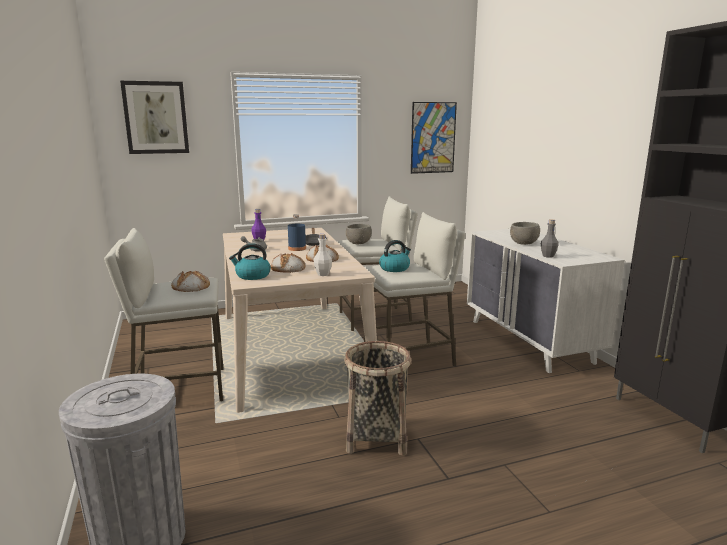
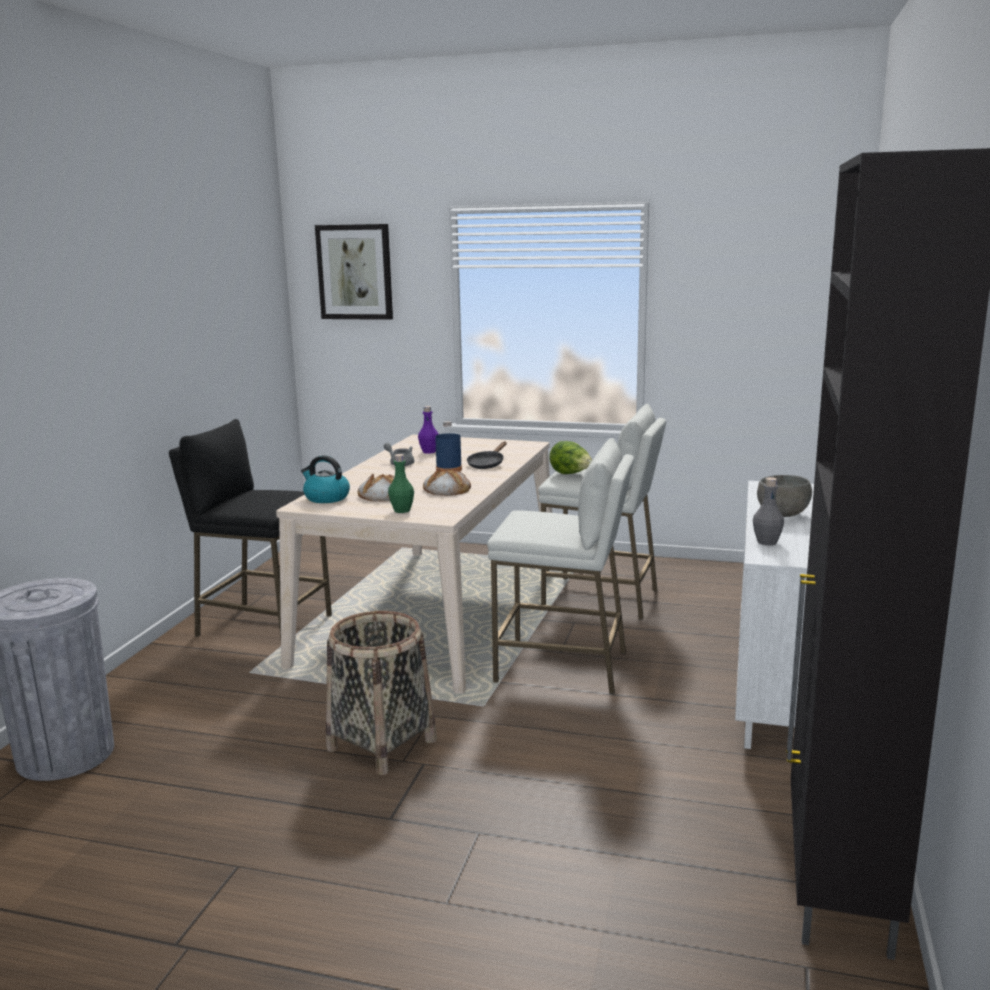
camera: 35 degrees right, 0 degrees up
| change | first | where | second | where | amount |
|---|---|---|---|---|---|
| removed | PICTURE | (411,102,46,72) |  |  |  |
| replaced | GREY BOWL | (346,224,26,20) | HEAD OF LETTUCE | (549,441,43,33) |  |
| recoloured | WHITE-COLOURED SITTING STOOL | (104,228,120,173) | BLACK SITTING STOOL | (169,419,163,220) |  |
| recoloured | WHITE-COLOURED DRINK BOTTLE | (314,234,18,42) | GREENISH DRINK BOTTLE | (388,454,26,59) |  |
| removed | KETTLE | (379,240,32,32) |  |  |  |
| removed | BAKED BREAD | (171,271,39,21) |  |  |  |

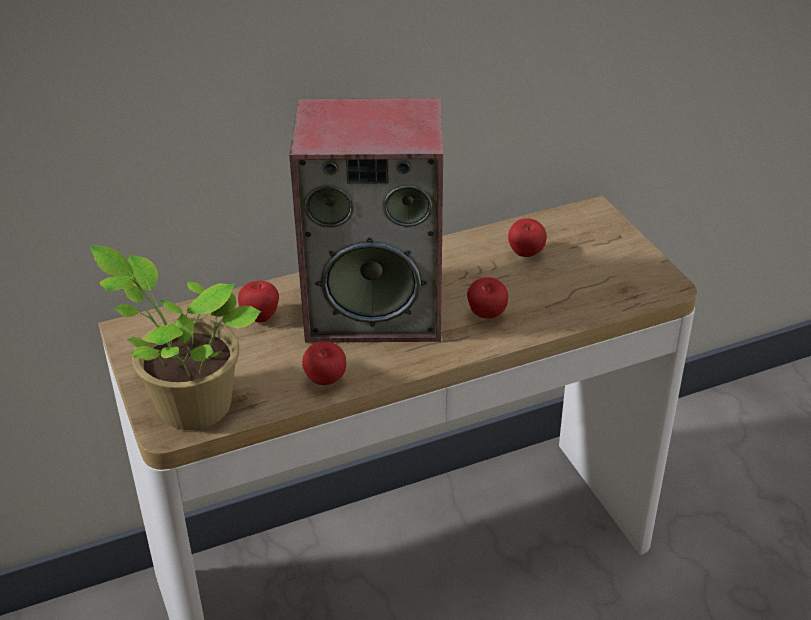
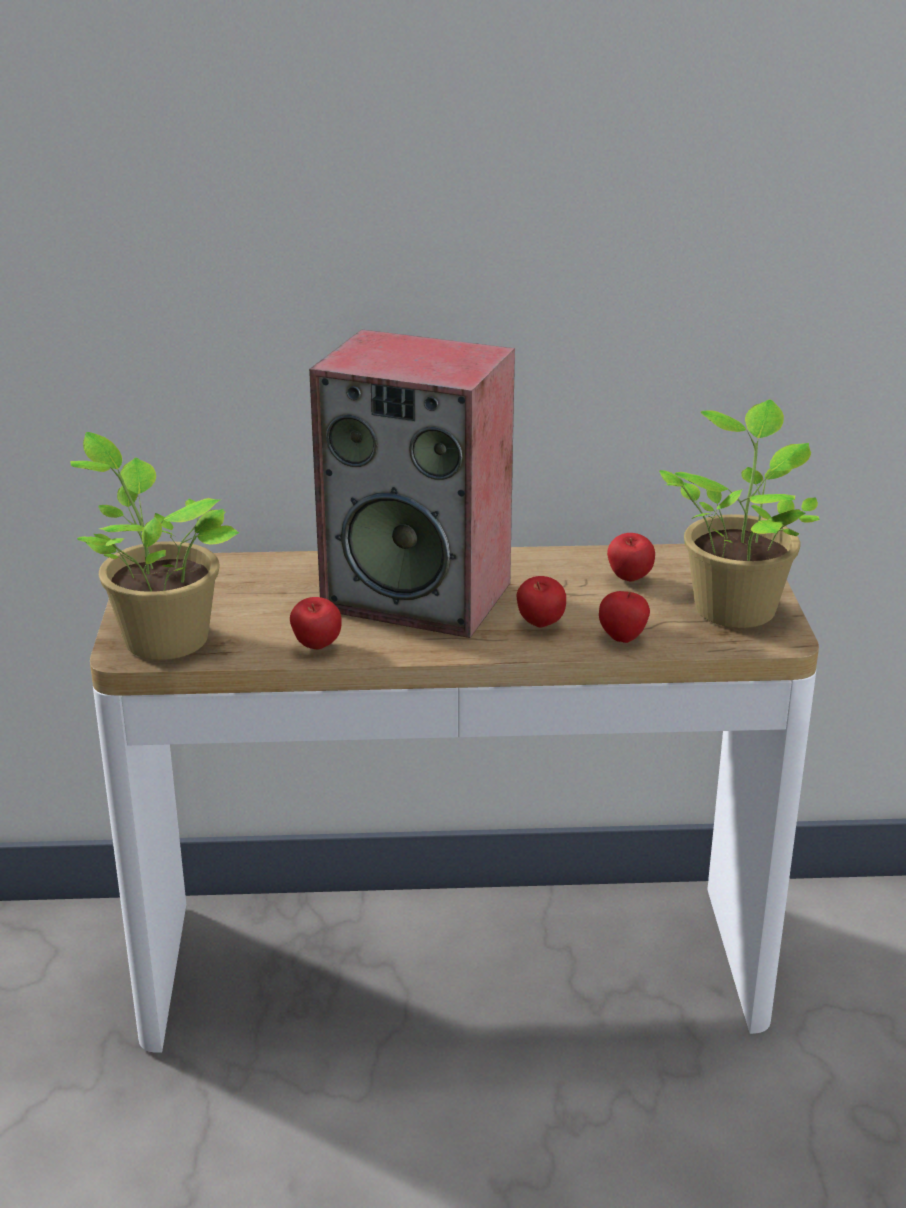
camera: 20 degrees right, 10 degrees down
| change | first | where | second | where | amount |
|---|---|---|---|---|---|
| moved | APPLE FRUIT | (238,281,41,41) |  | (599,591,51,52) |  |
| added |  |  | HOUSEPLANT | (659,399,161,229) |  |

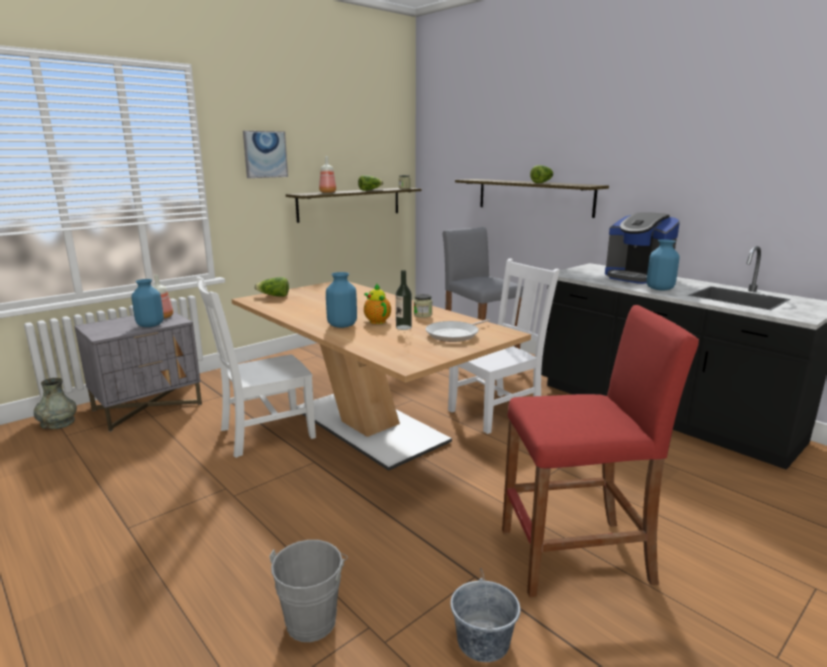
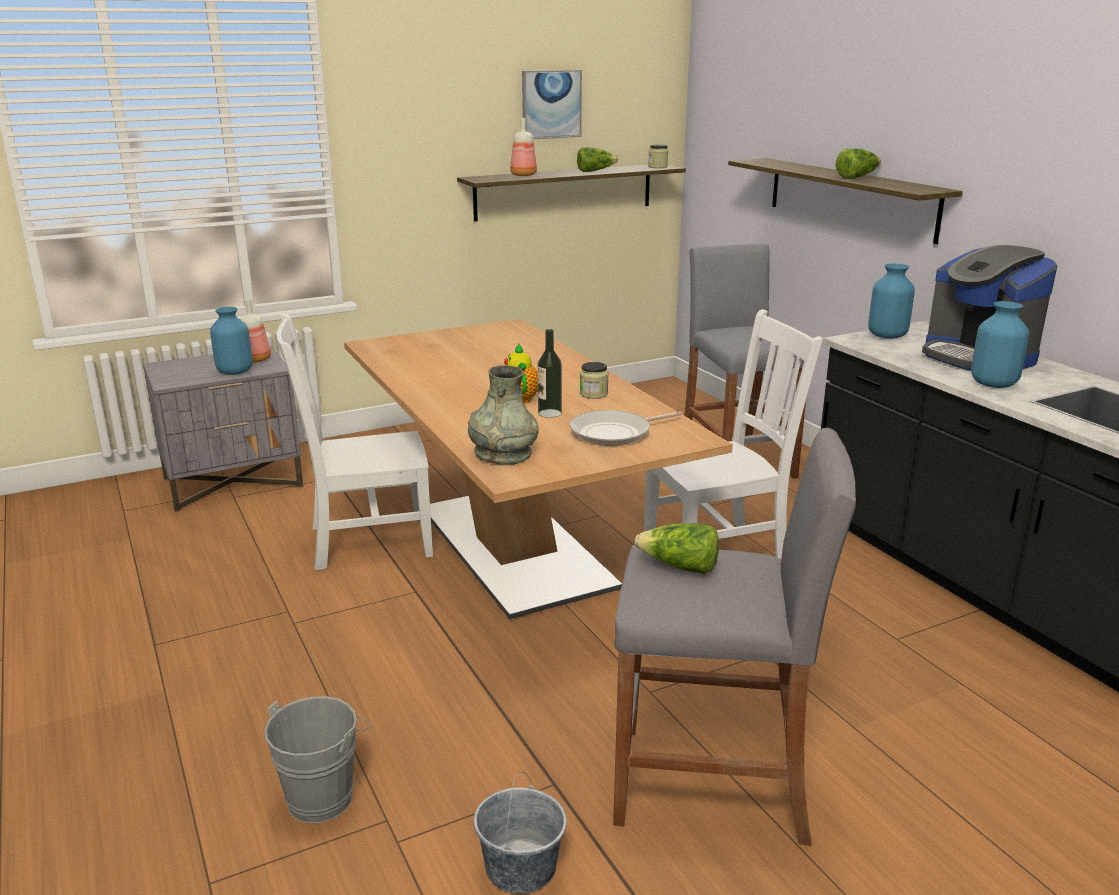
camera: 15 degrees right, 5 degrees up
| change | first | where | second | where | amount |
|---|---|---|---|---|---|
| moved | PICTURE | (243,131,45,47) |  | (522,70,60,69) |  |
| moved | BLUE-COLOURED DECORATIVE VASE | (326,272,31,56) |  | (868,263,47,76) |  |
| moved | HEAD OF LETTUCE | (254,277,35,20) |  | (634,523,85,51) |  |
| recoloured | RED-COLOURED SITTING STOOL | (502,305,197,292) | GREY SITTING STOOL | (613,428,243,418) |  |
| moved | GREY DECORATIVE VASE | (34,378,43,52) |  | (468,365,71,100) |  |

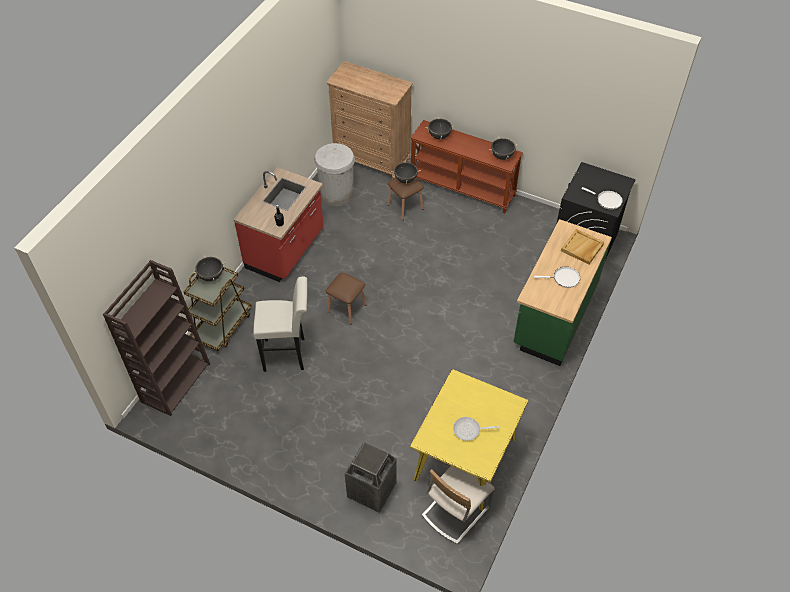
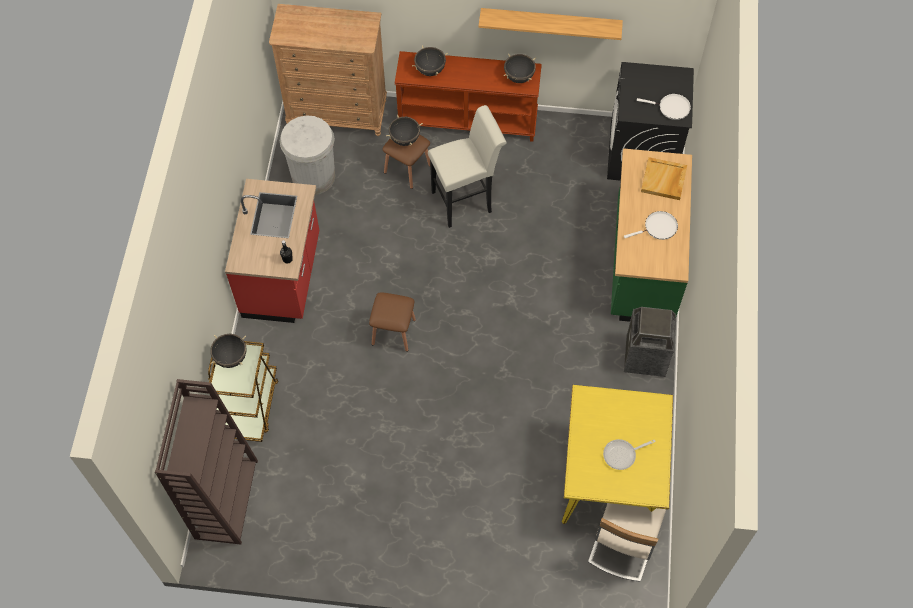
camera: 20 degrees left, 10 degrees up
| change | first | where | second | where | amount |
|---|---|---|---|---|---|
| moved | WHITE-COLOURED SITTING STOOL | (253,277,54,95) |  | (428,105,79,123) |  |
| moved | RUBBISH BIN | (345,442,52,71) |  | (624,307,52,70) |  |
| added |  |  | SHELF | (479,8,144,32) |  |

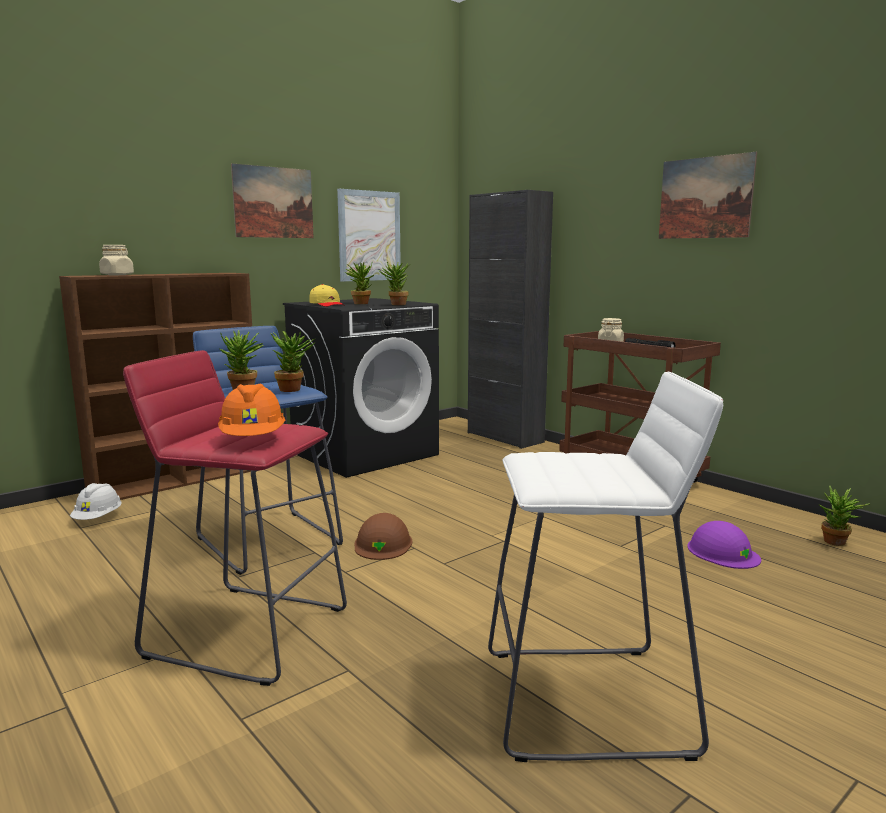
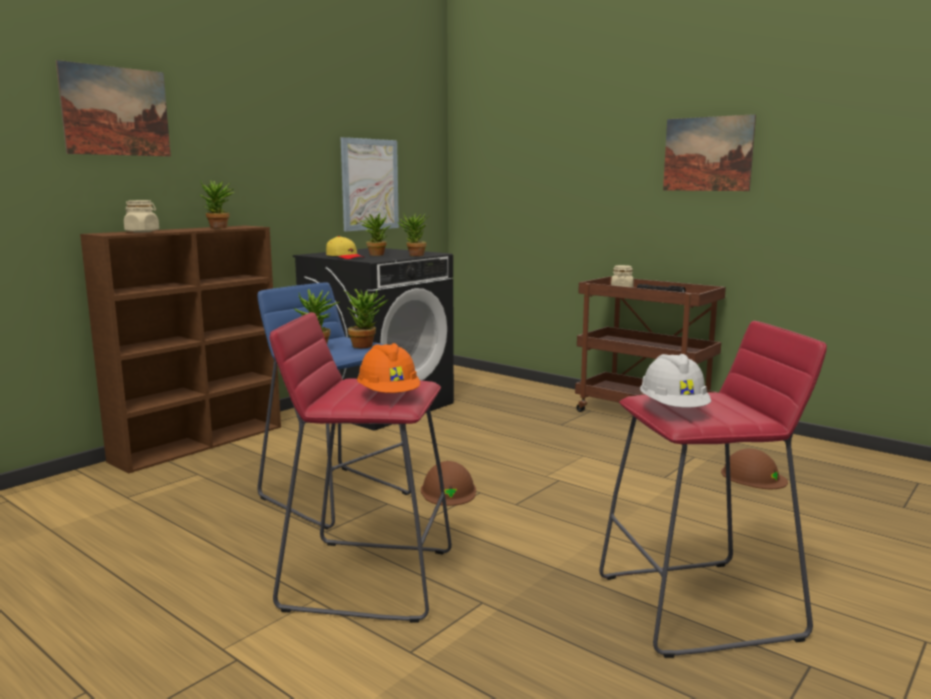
camera: 10 degrees left, 0 degrees up
| change | first | where | second | where | amount |
|---|---|---|---|---|---|
| moved | PICTURE | (231,163,83,75) |  | (56,60,115,96) |  |
| removed | BLACK STORAGE CABINET | (468,190,85,259) |  |  |  |
| recoloured | WHITE-COLOURED SITTING STOOL | (488,372,235,390) | RED-COLOURED SITTING STOOL | (599,321,228,337) |  |
| moved | WHITE-COLOURED HARD HAT | (70,483,52,37) |  | (640,354,71,53) |  |
| moved | HOUSEPLANT | (818,485,52,61) |  | (199,180,35,48) |  |
| recoloured | PURPLISH HARD HAT | (687,521,74,48) | BROWN-COLOURED HARD HAT | (721,449,67,40) |  |

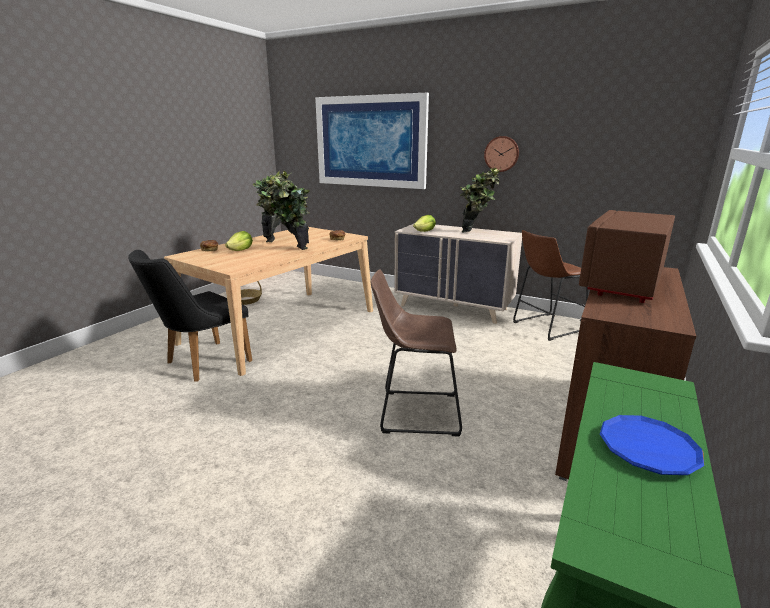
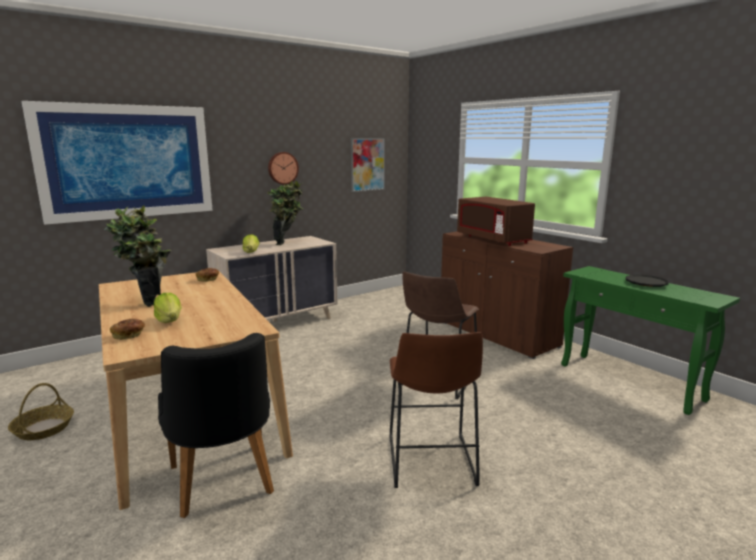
camera: 65 degrees left, 5 degrees down
| change | first | where | second | where | amount |
|---|---|---|---|---|---|
| removed | HOUSEPLANT | (264,176,46,74) |  |  |  |
| moved | BROWN-COLOURED SITTING STOOL | (513,230,75,111) |  | (390,332,93,156) |  |
| recoloured | BLUE-COLOURED DINNER PLATE | (600,415,104,60) | BLACK DINNER PLATE | (626,275,43,12) |  |
| added |  |  | PICTURE | (351,138,34,54) |  |

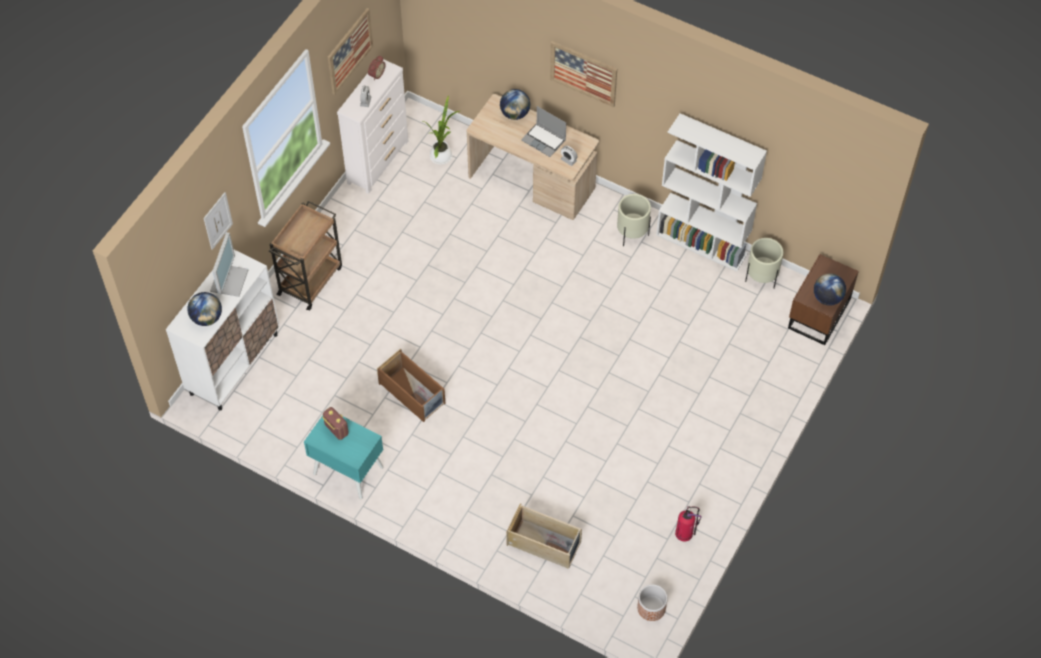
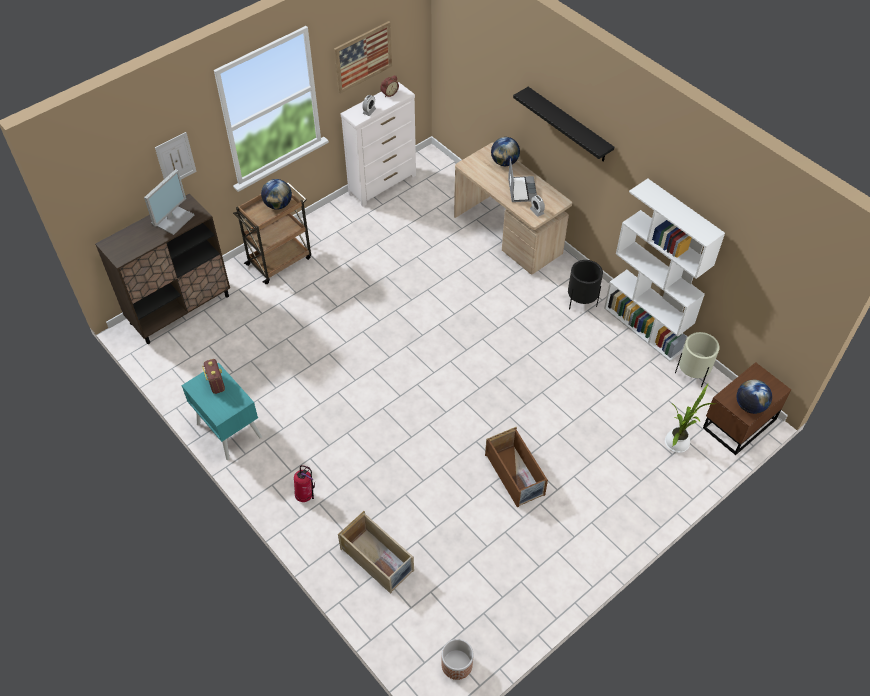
camera: 20 degrees right, 5 degrees down
| change | first | where | second | where | amount |
|---|---|---|---|---|---|
| replaced | PICTURE | (550,41,67,66) | BLACK SHELF | (513,87,101,75) |  |
| moved | HOUSEPLANT | (423,95,37,69) |  | (665,384,49,69) |  |
| turned | LAPTOP | (521,106,45,51) |  | (508,158,29,44) | 150 degrees counterclockwise |
| recoloured | BEIGE-COLOURED FLOWER POT | (617,194,34,52) | BLACK FLOWER POT | (568,260,35,50) |  |
| recoloured | WHITE-COLOURED STORAGE CABINET | (166,250,114,160) | BROWN-COLOURED STORAGE CABINET | (95,194,135,150) |  |
| moved | DESK GLOBE | (187,292,35,34) |  | (261,179,31,31) |  |
| moved | BROWN-COLOURED STORAGE CONTAINER | (377,349,68,73) |  | (485,427,63,80) |  |
| moved | EXTINGUISHER | (675,506,27,35) |  | (294,465,21,37) |  |

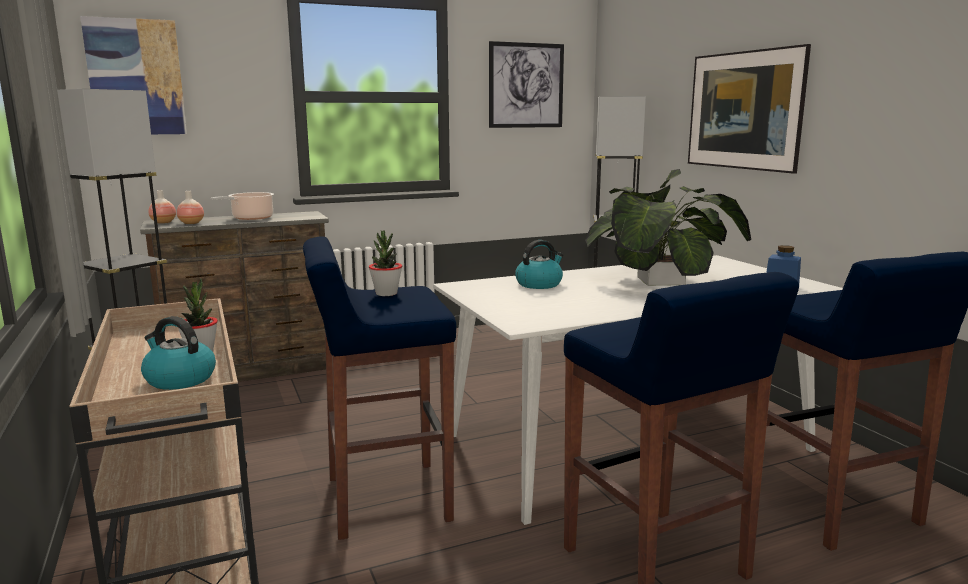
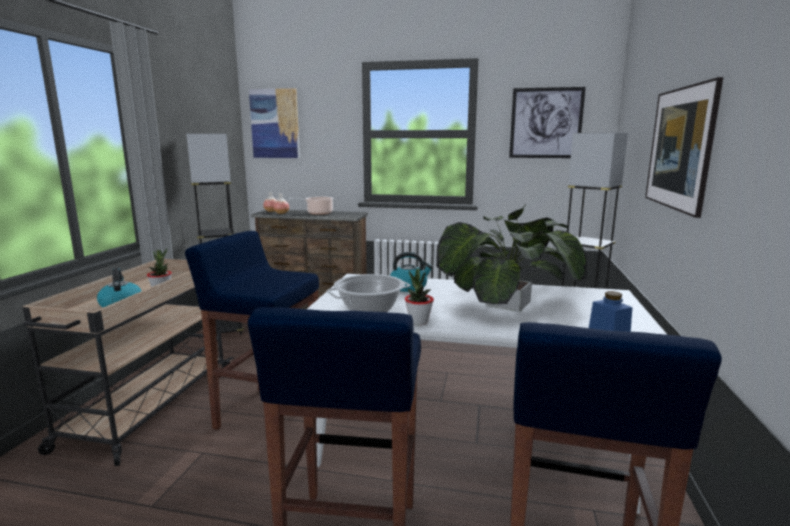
camera: 35 degrees right, 0 degrees up
| change | first | where | second | where | amount |
|---|---|---|---|---|---|
| moved | HOUSEPLANT | (369,230,33,66) |  | (405,269,29,56) |  |
| added |  |  | SAUCEPOT | (327,274,84,38) |  |

